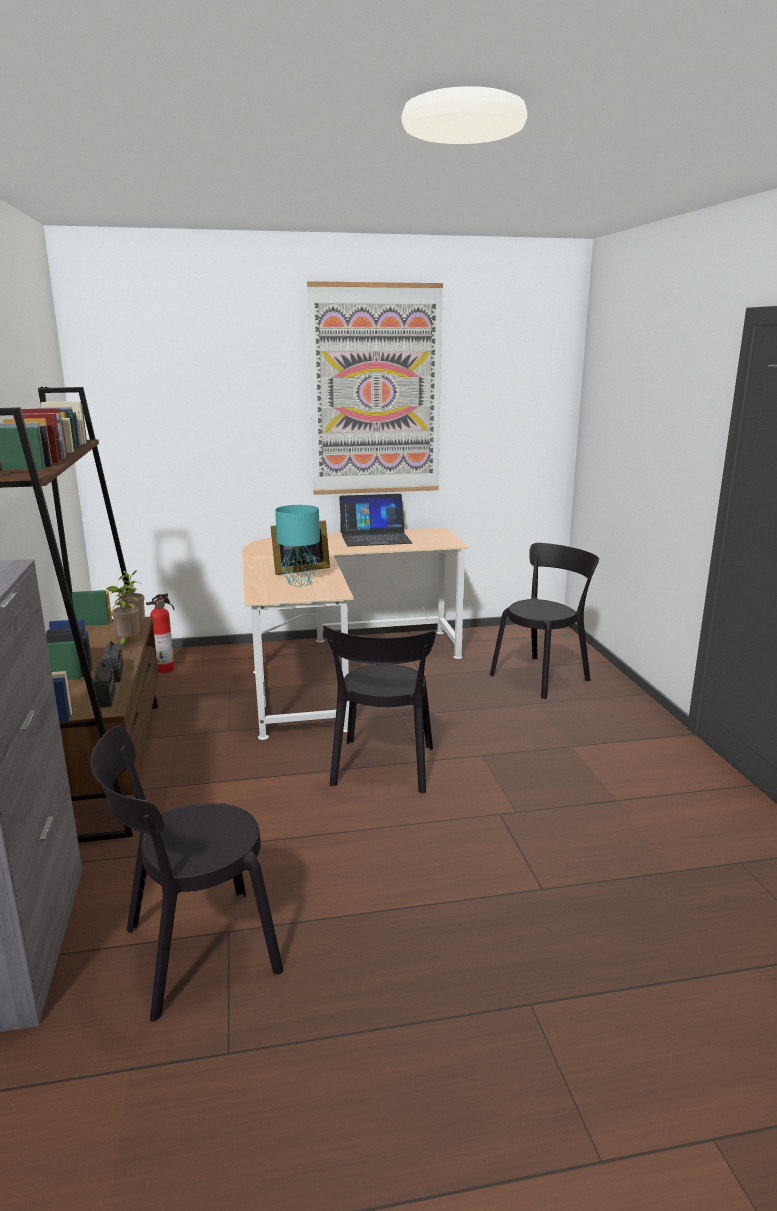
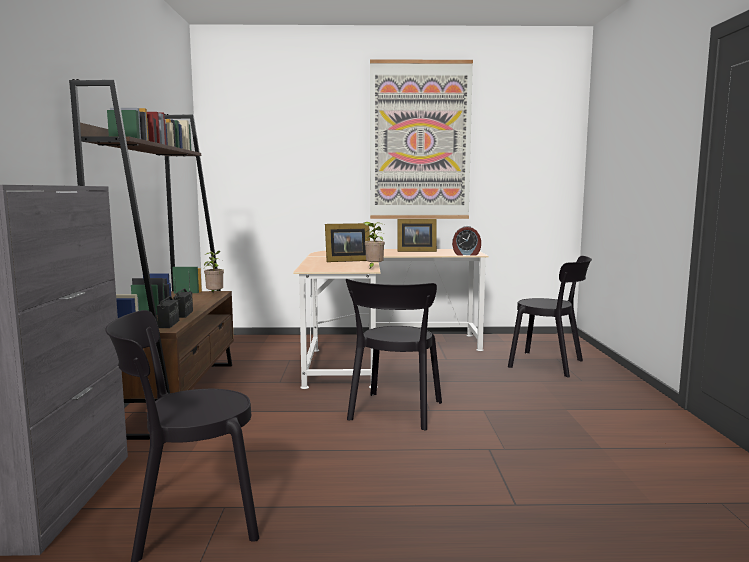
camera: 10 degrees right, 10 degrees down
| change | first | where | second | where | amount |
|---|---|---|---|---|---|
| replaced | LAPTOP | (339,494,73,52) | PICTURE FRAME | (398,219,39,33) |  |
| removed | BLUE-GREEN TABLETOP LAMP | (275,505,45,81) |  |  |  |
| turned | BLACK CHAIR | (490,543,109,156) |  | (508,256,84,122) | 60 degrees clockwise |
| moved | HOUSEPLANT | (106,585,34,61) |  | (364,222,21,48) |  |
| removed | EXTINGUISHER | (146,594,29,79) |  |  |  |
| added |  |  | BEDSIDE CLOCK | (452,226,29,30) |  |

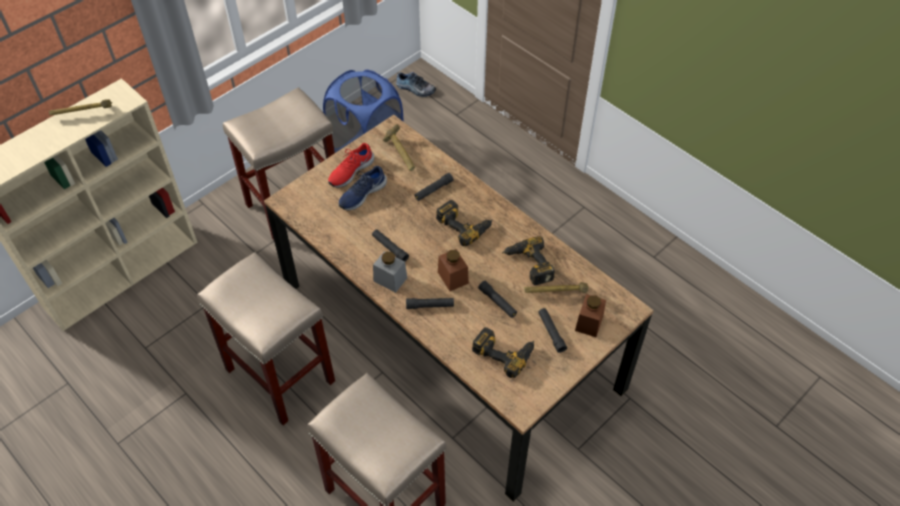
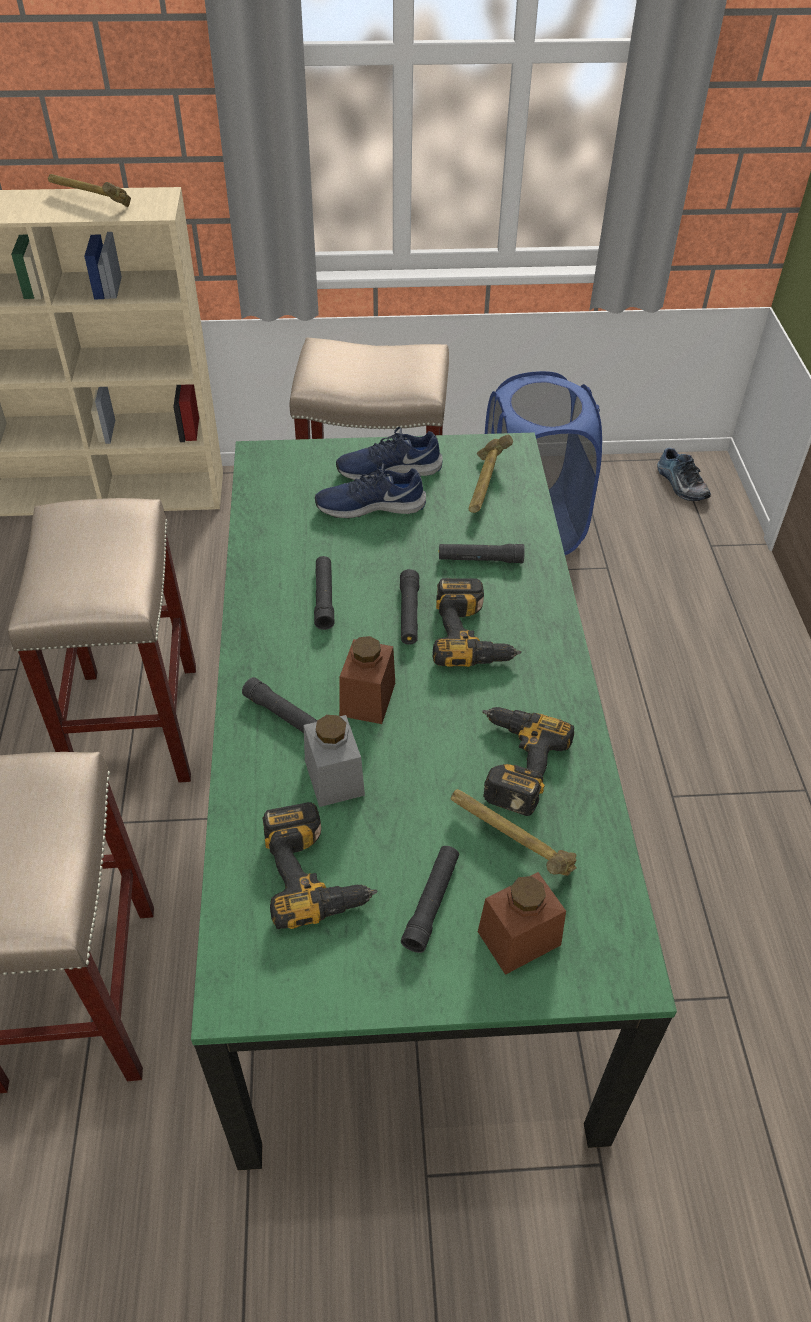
camera: 40 degrees right, 5 degrees down
| change | first | where | second | where | amount |
|---|---|---|---|---|---|
| recoloured | BROWN-COLOURED DINNER TABLE | (264,114,390,388) | GREENISH DINNER TABLE | (191,433,486,737) |  |
| recoloured | RED-COLOURED ITEM OF FOOTWEAR | (328,143,46,44) | BLUE-COLOURED ITEM OF FOOTWEAR | (336,427,107,53) |  |
| moved | GREY JAR | (373,251,34,42) |  | (304,715,61,92) |  |
| moved | BLACK FLASHLIGHT | (478,281,39,37) |  | (400,569,19,76) |  |

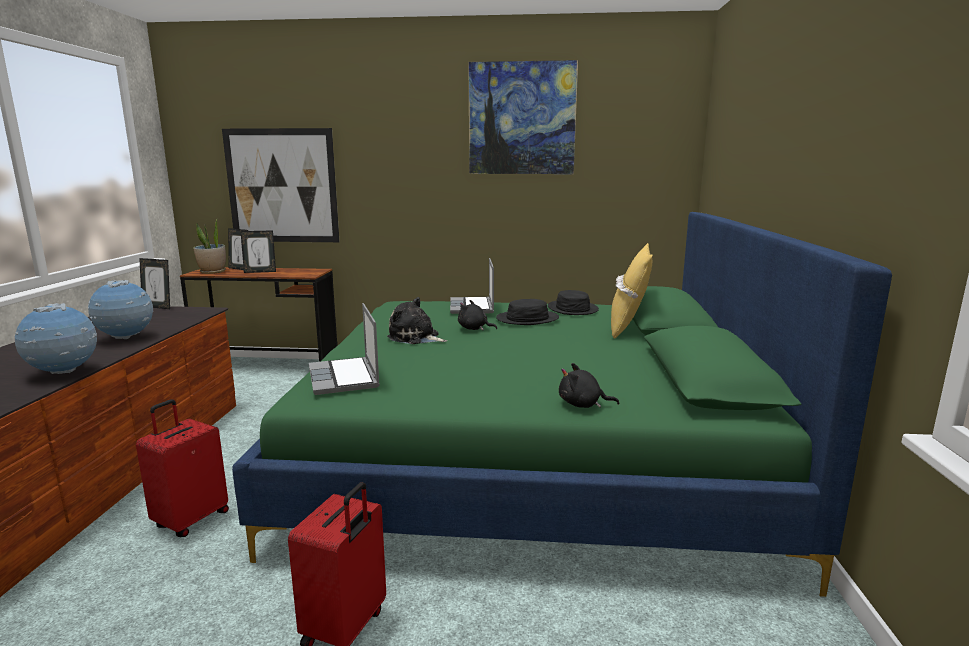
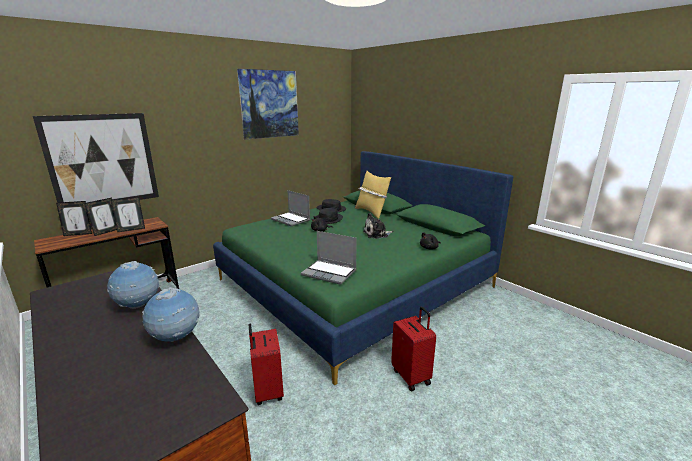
camera: 45 degrees left, 5 degrees up
| change | first | where | second | where | amount |
|---|---|---|---|---|---|
| removed | HOUSEPLANT | (193,218,33,56) |  |  |  |
| moved | PICTURE FRAME | (139,258,31,51) |  | (111,197,34,35) |  |
| moved | SOFT TOY | (387,297,61,47) |  | (363,213,30,26) |  |

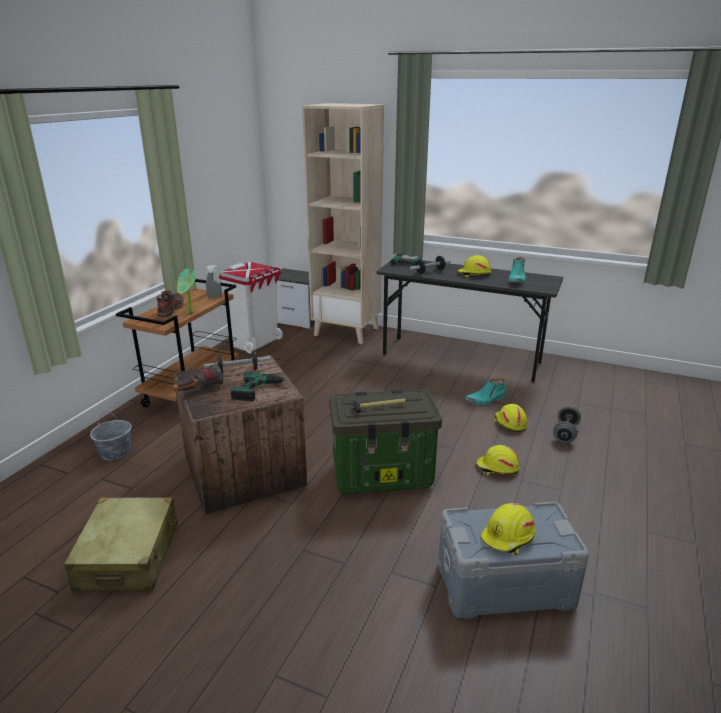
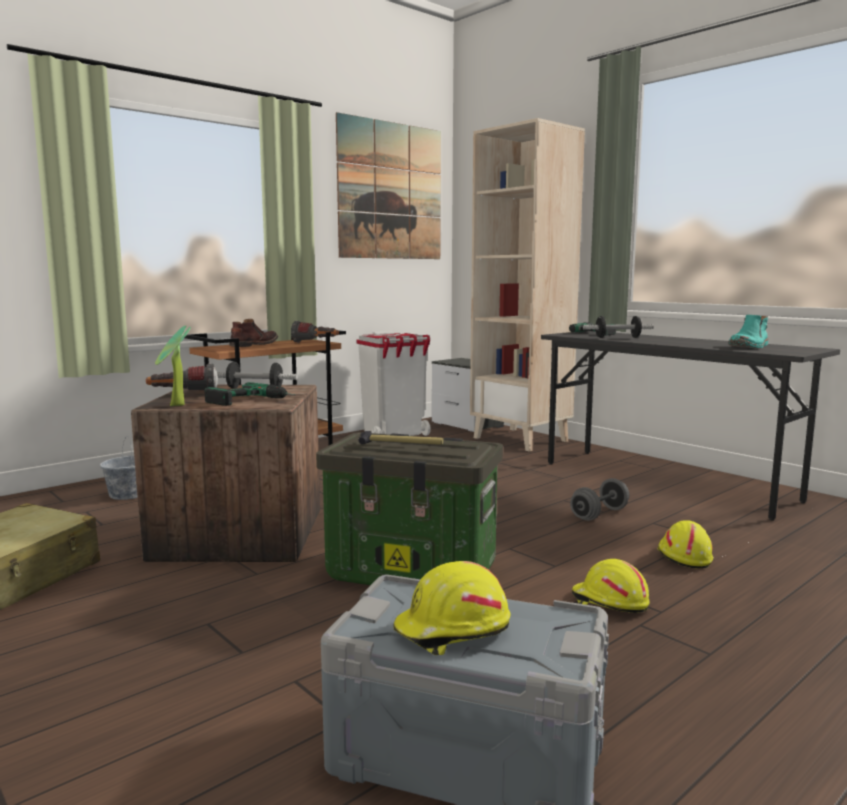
camera: 25 degrees right, 15 degrees down
| change | first | where | second | where | amount |
|---|---|---|---|---|---|
| removed | YELLOW HARD HAT | (458,255,33,22) |  |  |  |
| replaced | GREY SPRAY BOTTLE | (206,265,16,33) | FLASHLIGHT | (291,321,48,22) |  |
| moved | HOUSEPLANT | (177,269,19,45) |  | (155,325,36,81) |  |
| removed | BLUE-GREEN BOOT | (465,379,41,26) |  |  |  |
| moved | GREY HAND WEIGHT | (553,406,28,37) |  | (570,478,59,43) |  |
| added |  |  | PICTURE | (336,112,105,147) |  |

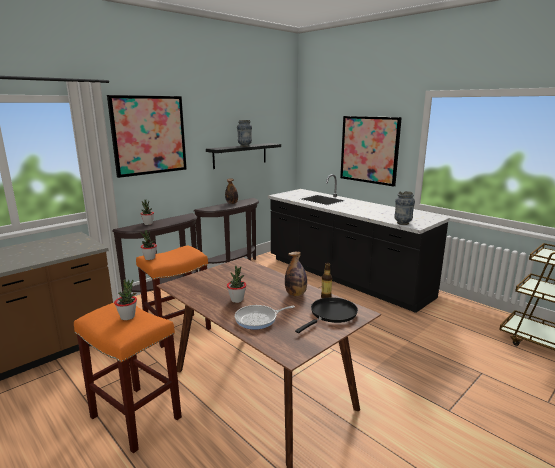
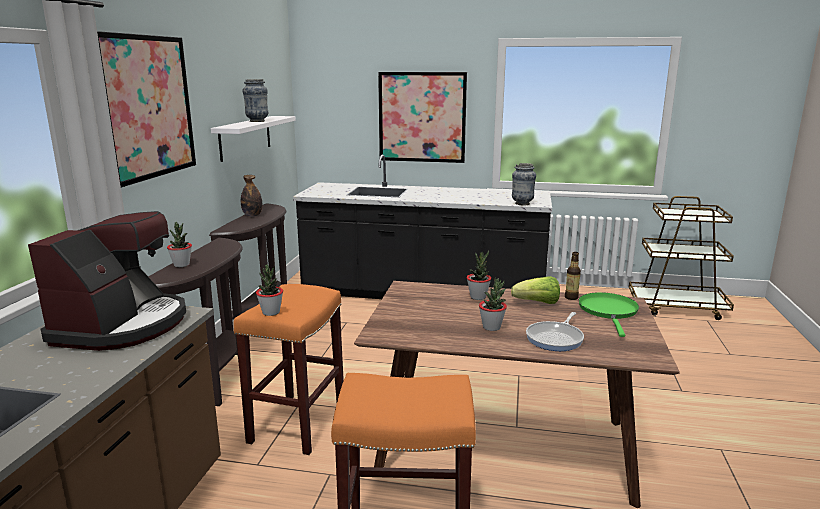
camera: 35 degrees left, 0 degrees up
| change | first | where | second | where | amount |
|---|---|---|---|---|---|
| recoloured | BLACK SHELF | (206,143,75,26) | WHITE-COLOURED SHELF | (211,116,85,46) |  |
| replaced | DRINK BOTTLE | (285,252,22,44) | HEAD OF LETTUCE | (511,276,49,28) |  |
| moved | HOUSEPLANT | (114,279,23,41) |  | (467,250,24,50) |  |
| recoloured | BLACK SKILLET | (295,297,63,36) | GREENISH SKILLET | (579,292,60,45) |  |
| added |  |  | COFFEE BREWER | (28,211,158,140) |  |

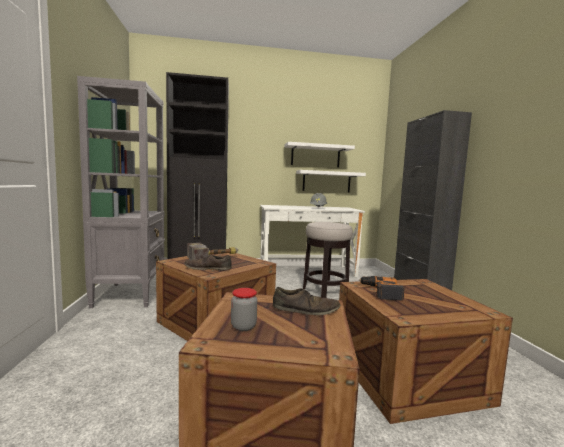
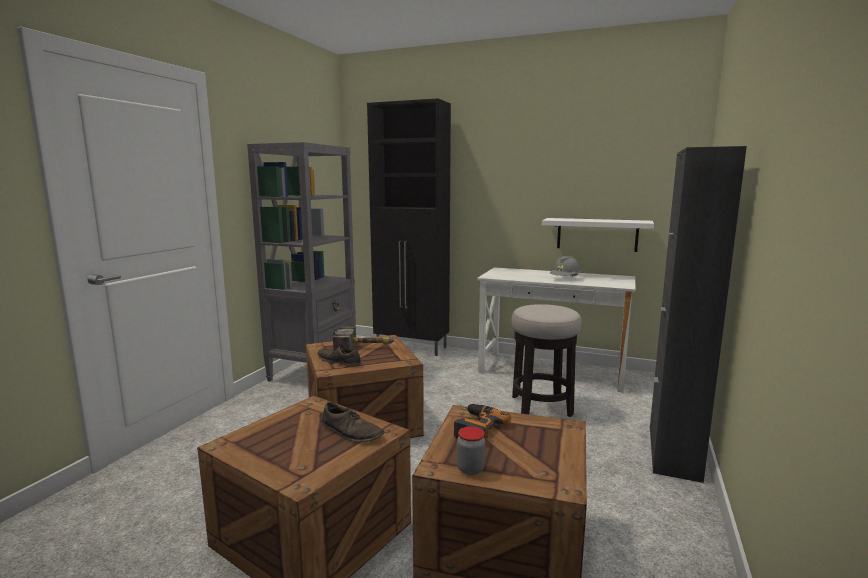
camera: 30 degrees right, 5 degrees up
| change | first | where | second | where | amount |
|---|---|---|---|---|---|
| removed | WHITE-COLOURED SHELF | (284,142,71,25) |  |  |  |
| moved | JAR | (231,288,26,43) |  | (457,426,29,49) |  |

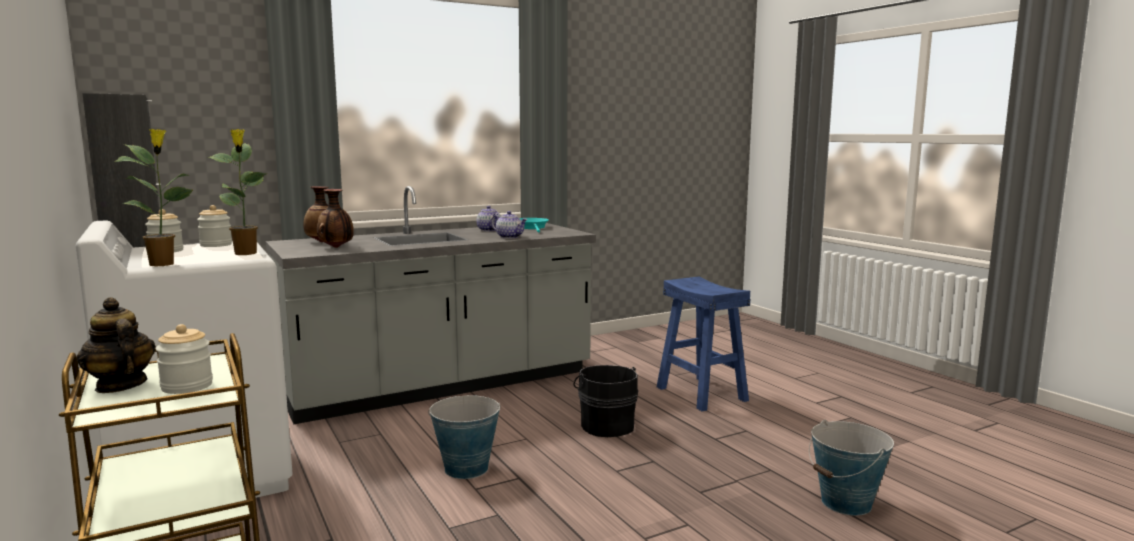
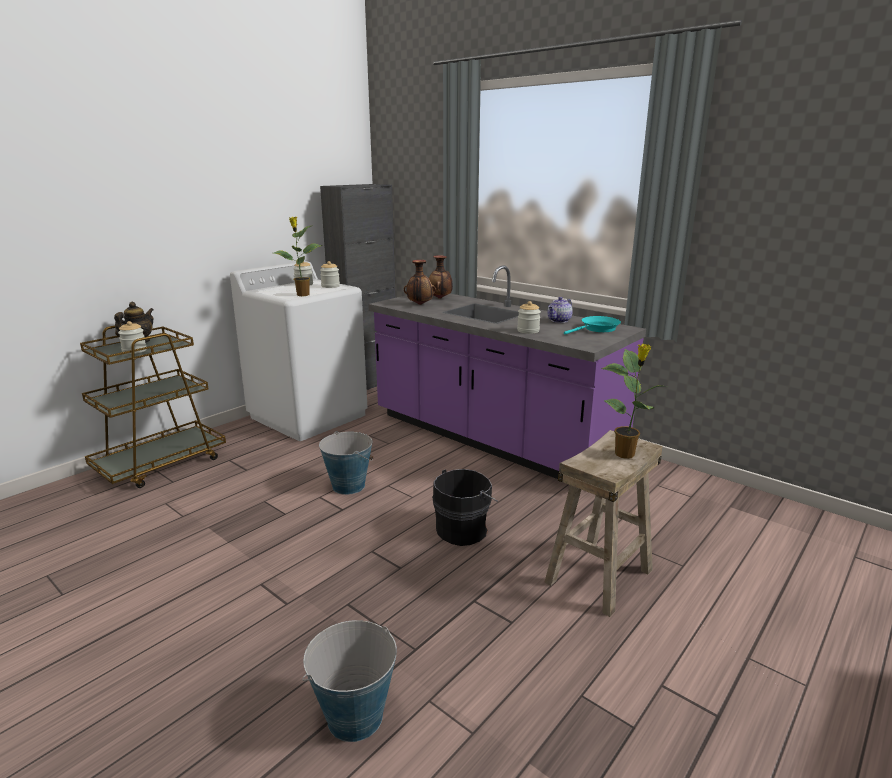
camera: 70 degrees right, 10 degrees up
| change | first | where | second | where | amount |
|---|---|---|---|---|---|
| moved | HOUSEPLANT | (114,129,79,138) |  | (602,344,66,115) |  |
| recoloured | GREY COUNTER | (266,186,330,238) | PURPLISH COUNTER | (368,265,278,214) |  |
| replaced | POT FOR TEA | (491,211,37,28) | JAR | (517,301,24,33) |  |
| recoloured | BLUE-COLOURED SITTING STOOL | (657,276,93,135) | BEIGE-COLOURED SITTING STOOL | (544,430,119,187) |  |

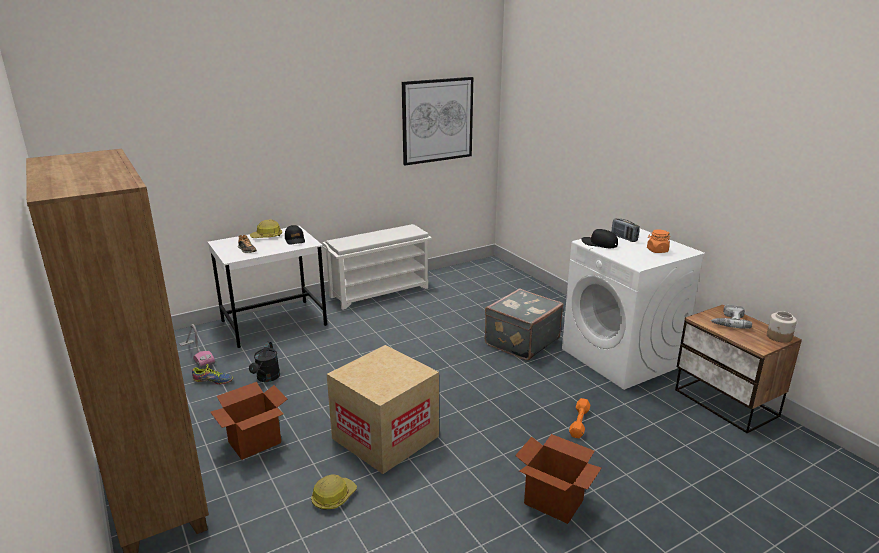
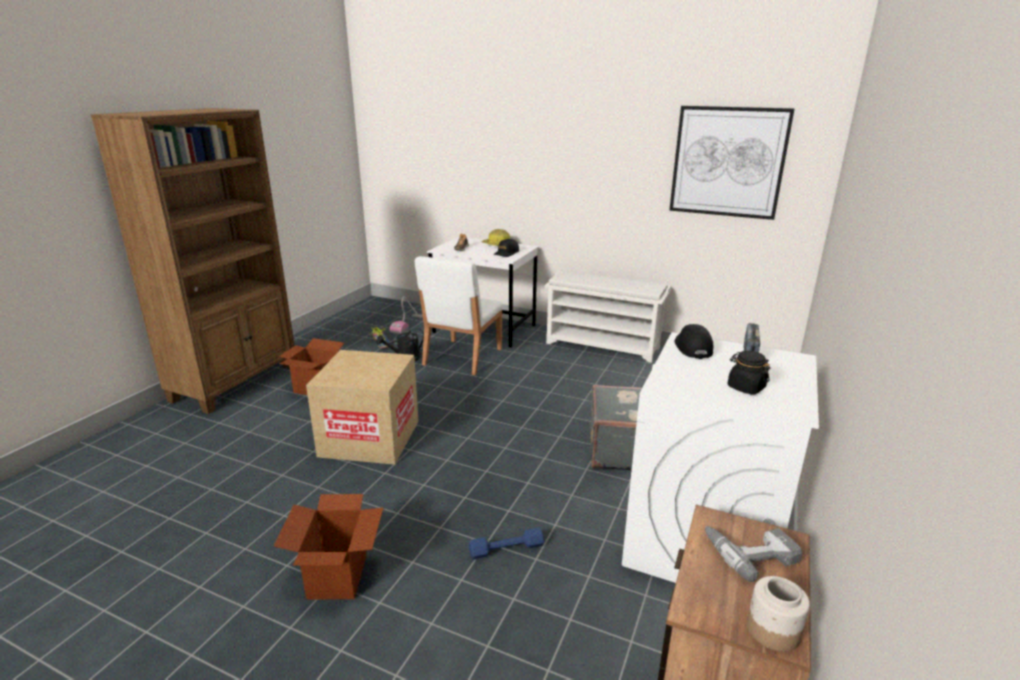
camera: 55 degrees right, 0 degrees up
| change | first | where | second | where | amount |
|---|---|---|---|---|---|
| recoloured | ORANGE JAR | (647,229,23,24) | BLACK JAR | (728,351,42,44) |  |
| recoloured | ORANGE HAND WEIGHT | (569,398,21,41) | BLUE-COLOURED HAND WEIGHT | (469,527,75,32) |  |
| removed | HARD HAT | (311,475,46,35) |  |  |  |
| added |  |  | WHITE-COLOURED CHAIR | (415,256,88,120) |  |

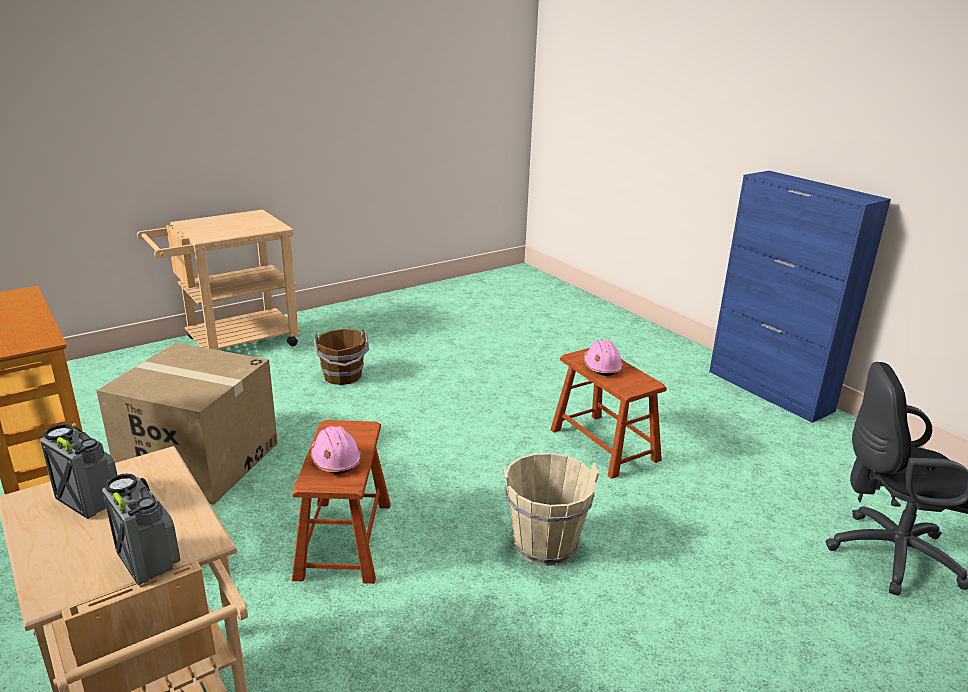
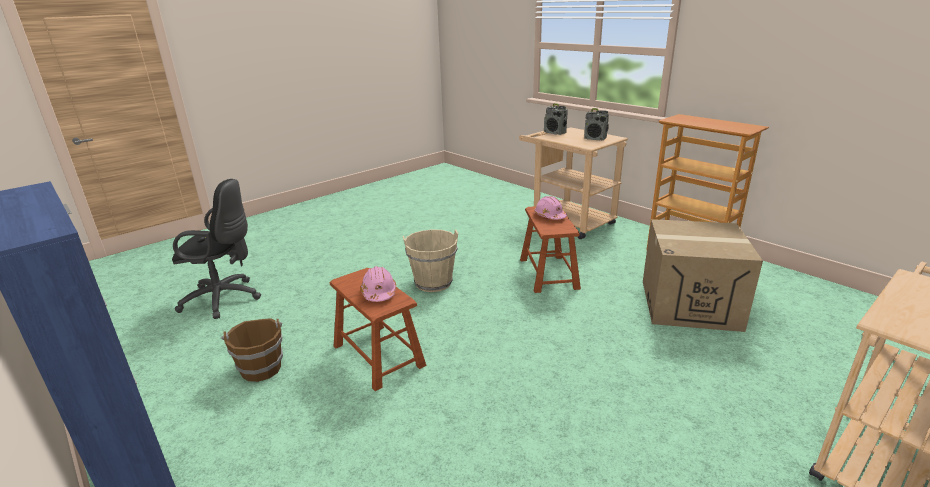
camera: 175 degrees right, 0 degrees up
| change | first | where | second | where | amount |
|---|---|---|---|---|---|
| moved | BROWN-COLOURED PAIL | (314,329,55,56) |  | (221,318,62,64) |  |

